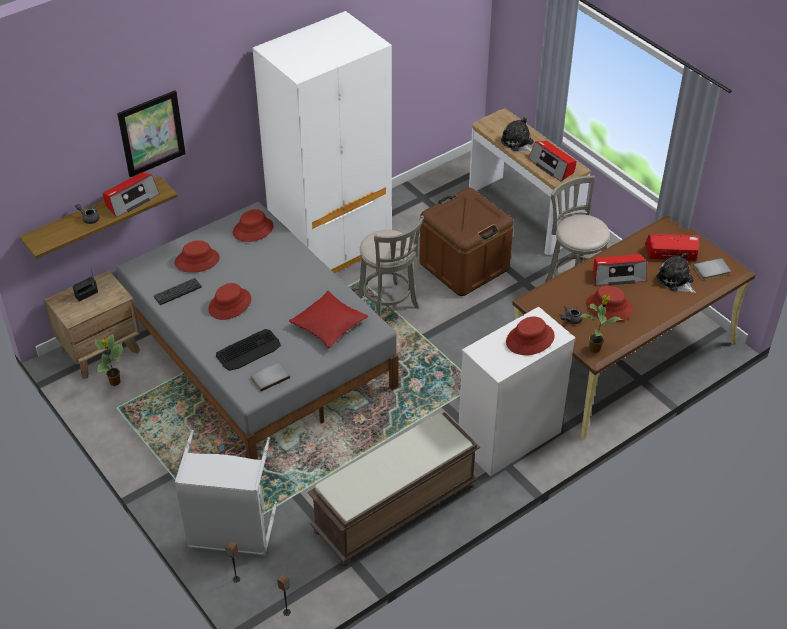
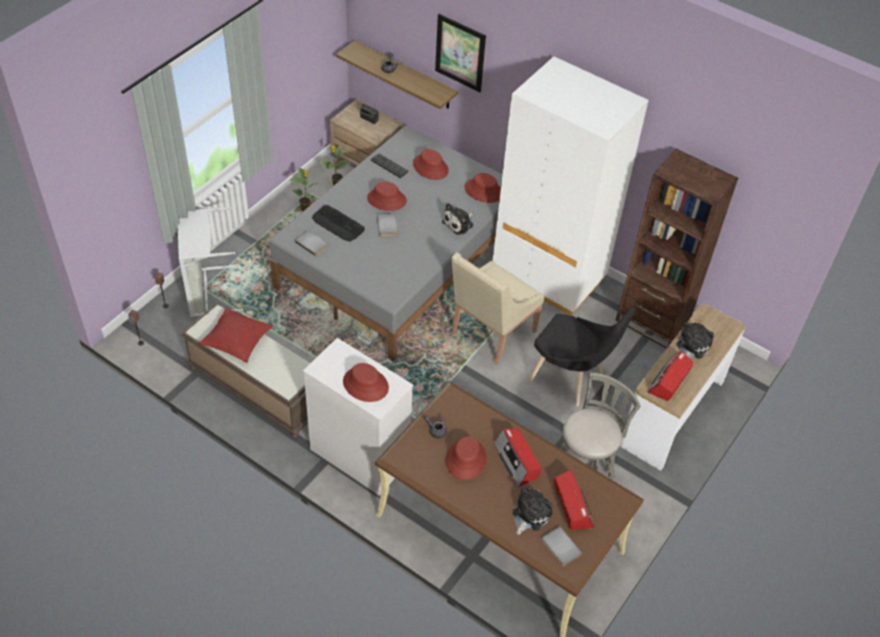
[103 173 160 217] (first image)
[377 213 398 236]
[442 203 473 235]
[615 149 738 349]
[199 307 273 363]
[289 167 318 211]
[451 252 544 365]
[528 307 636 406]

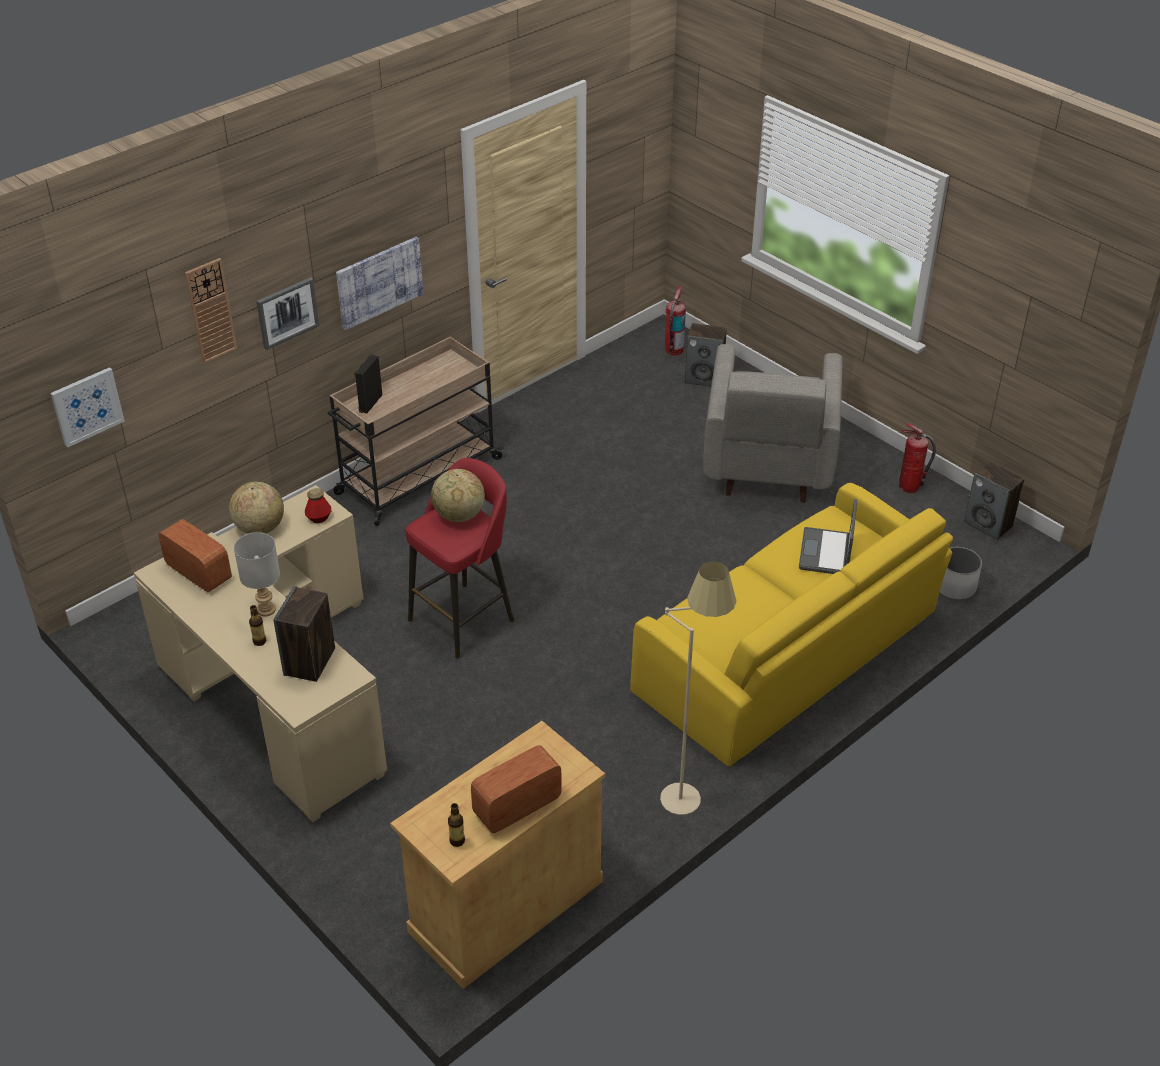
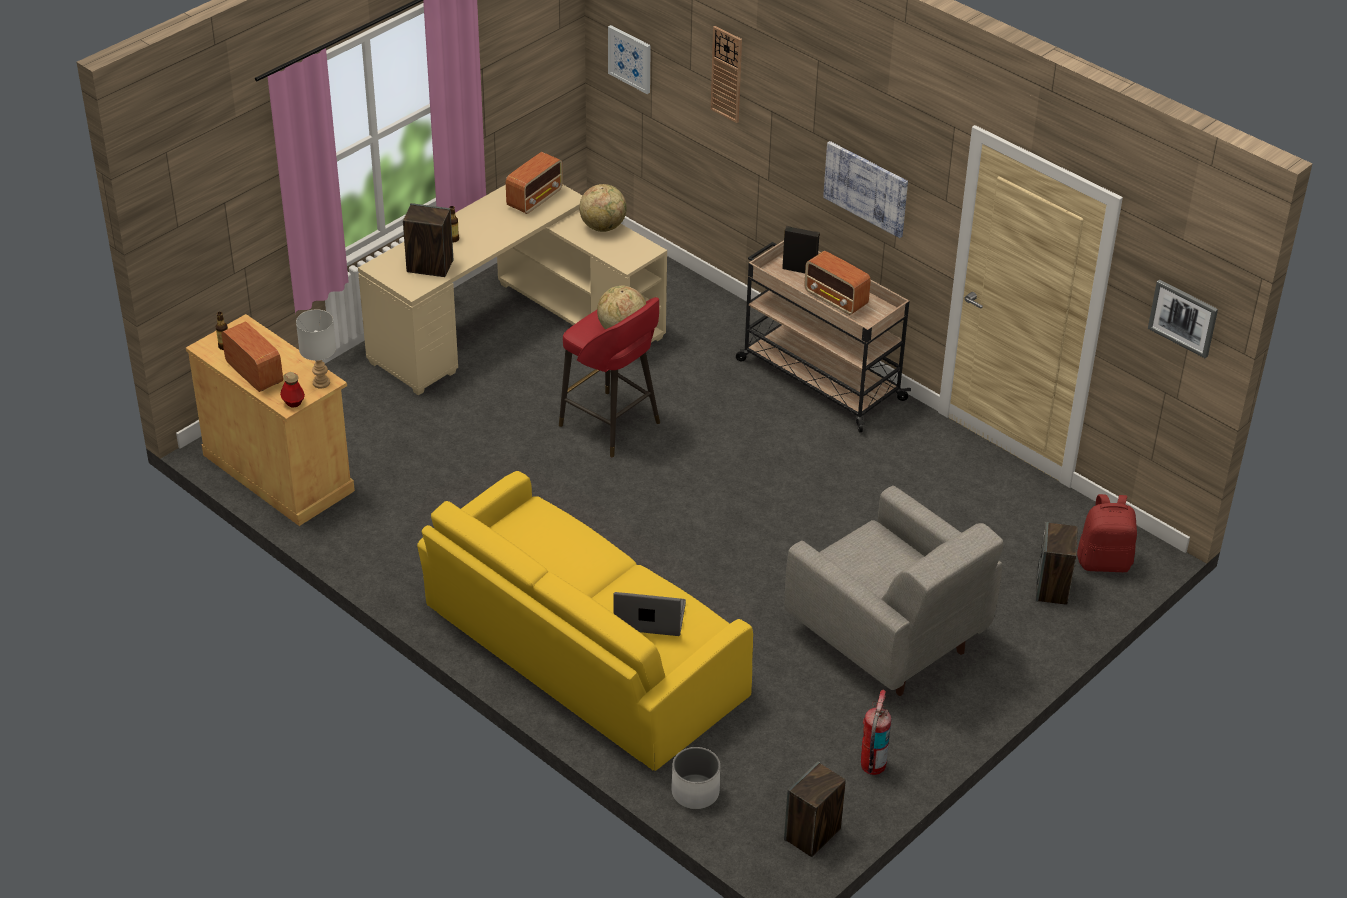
[660 561 737 815] (first image)
[804 251 871 315]
[296 309 336 388]
[1148 280 1218 358]
[280 372 305 408]
[1077 494 1137 572]
[785 486 1004 696]

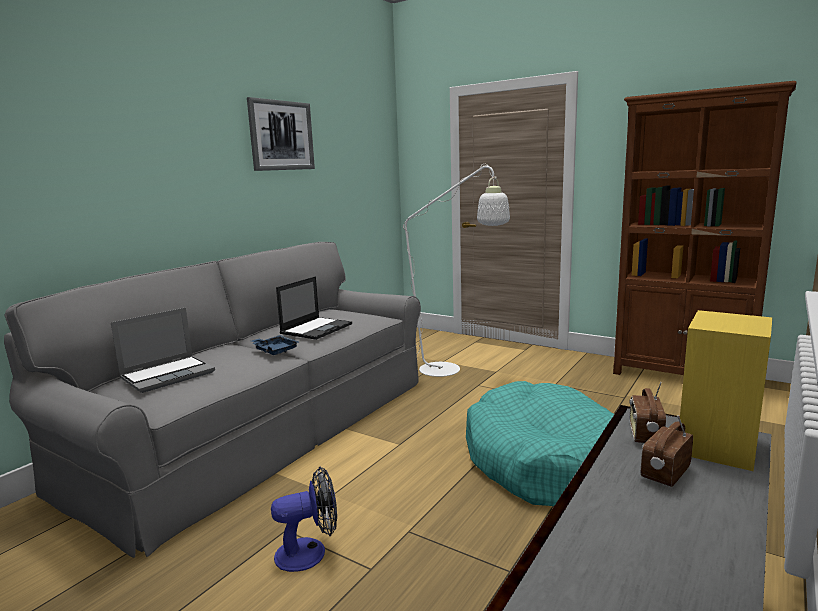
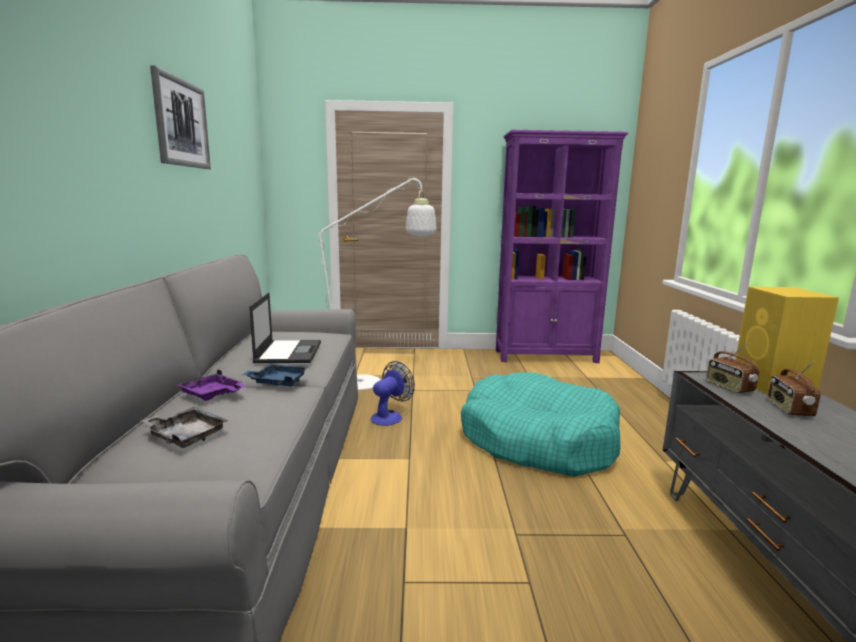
[176 369 247 401]
[370 361 415 426]
[141 407 228 448]
[496 130 628 363]

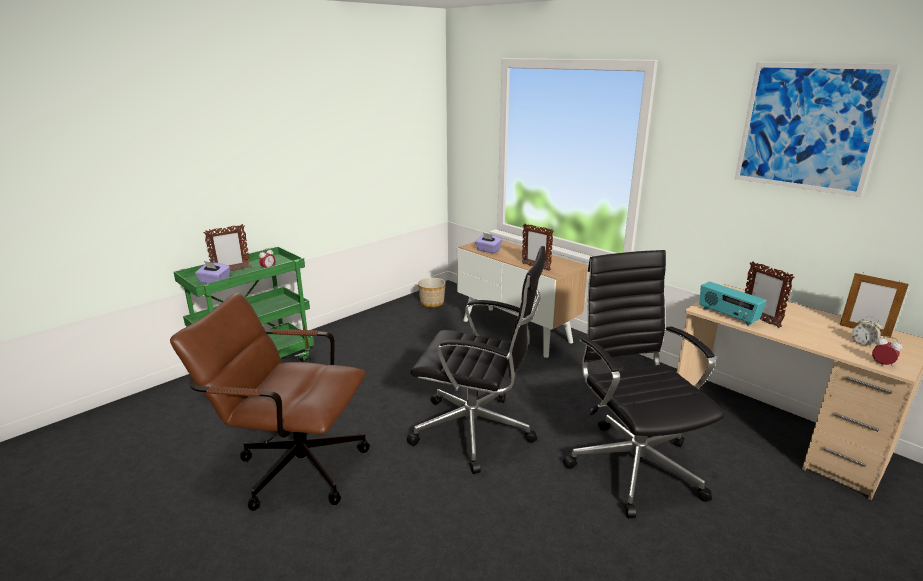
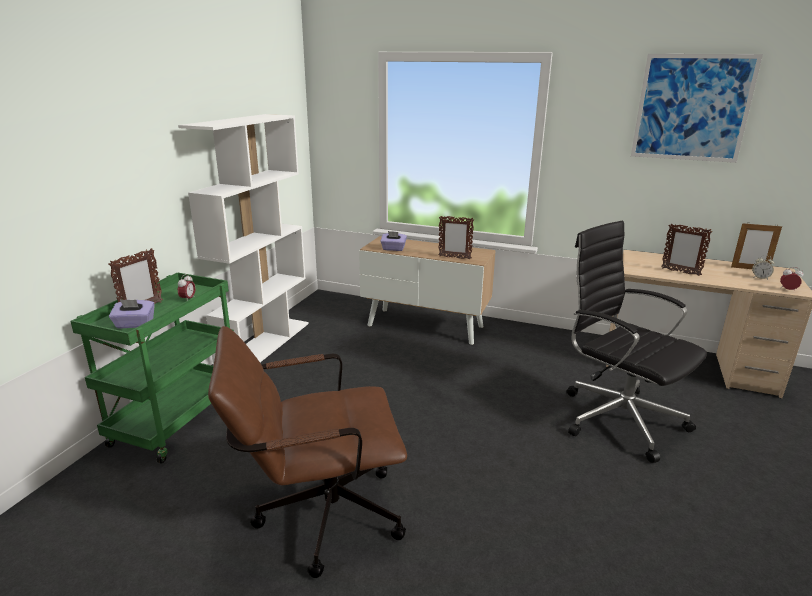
[407 246 546 474] (first image)
[418 278 446 308] (first image)
[700 282 767 326] (first image)
[178 114 308 366]

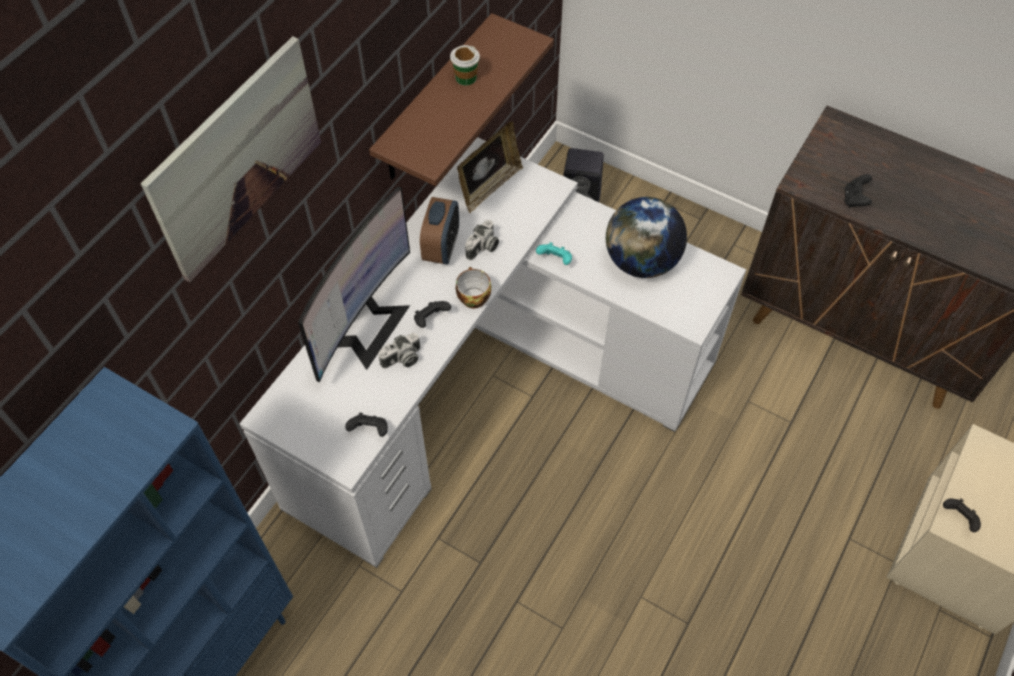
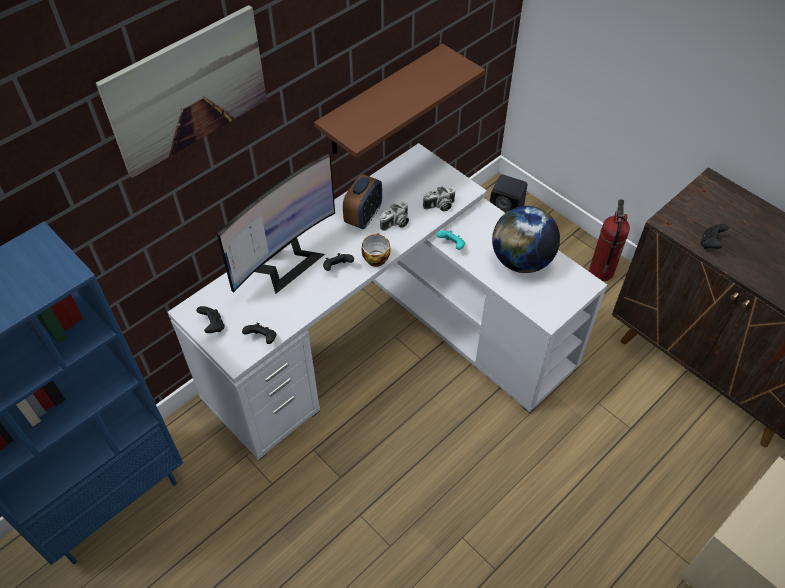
[450 45 480 86] (first image)
[457 121 523 213] (first image)
[589 199 630 281]
[423 186 455 211]
[196 306 224 333]

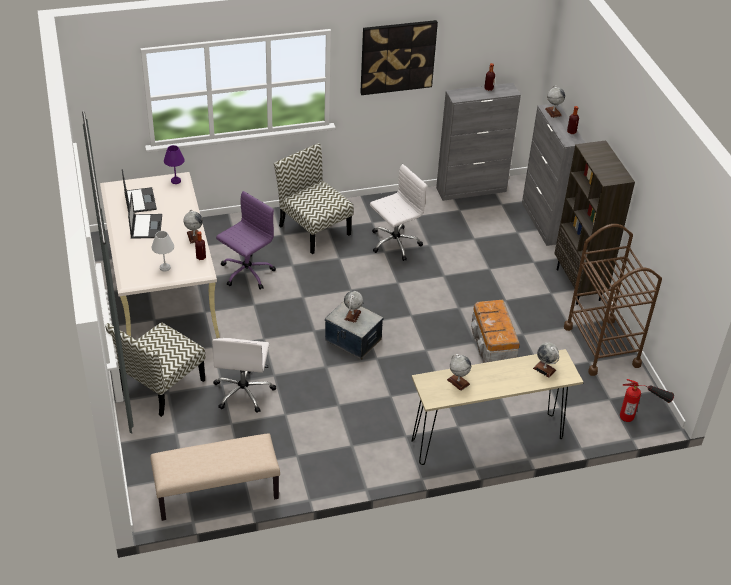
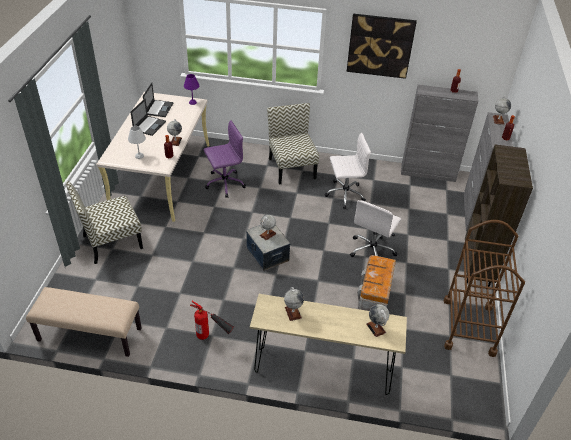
[350 200 401 257]
[190 301 234 340]

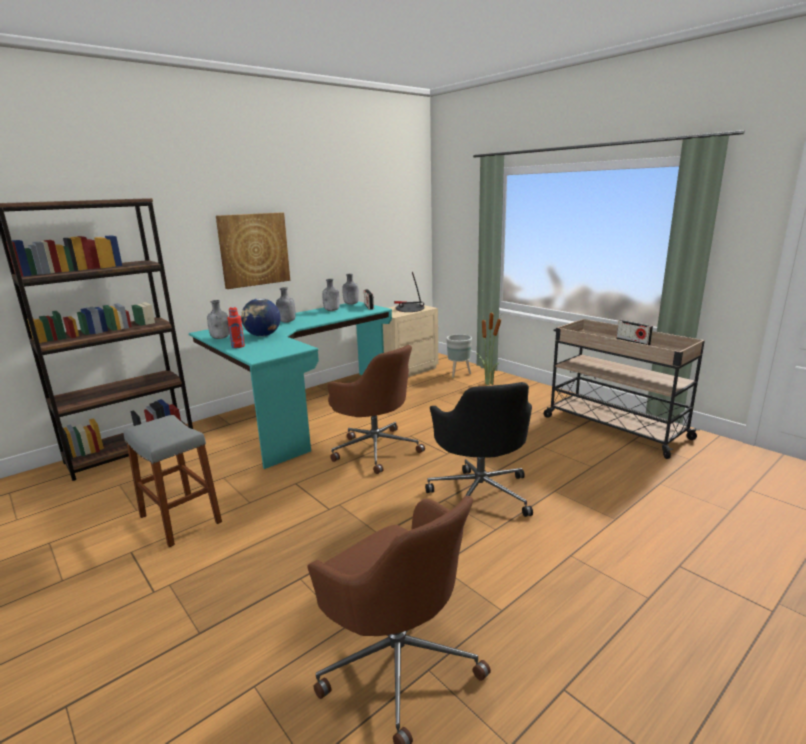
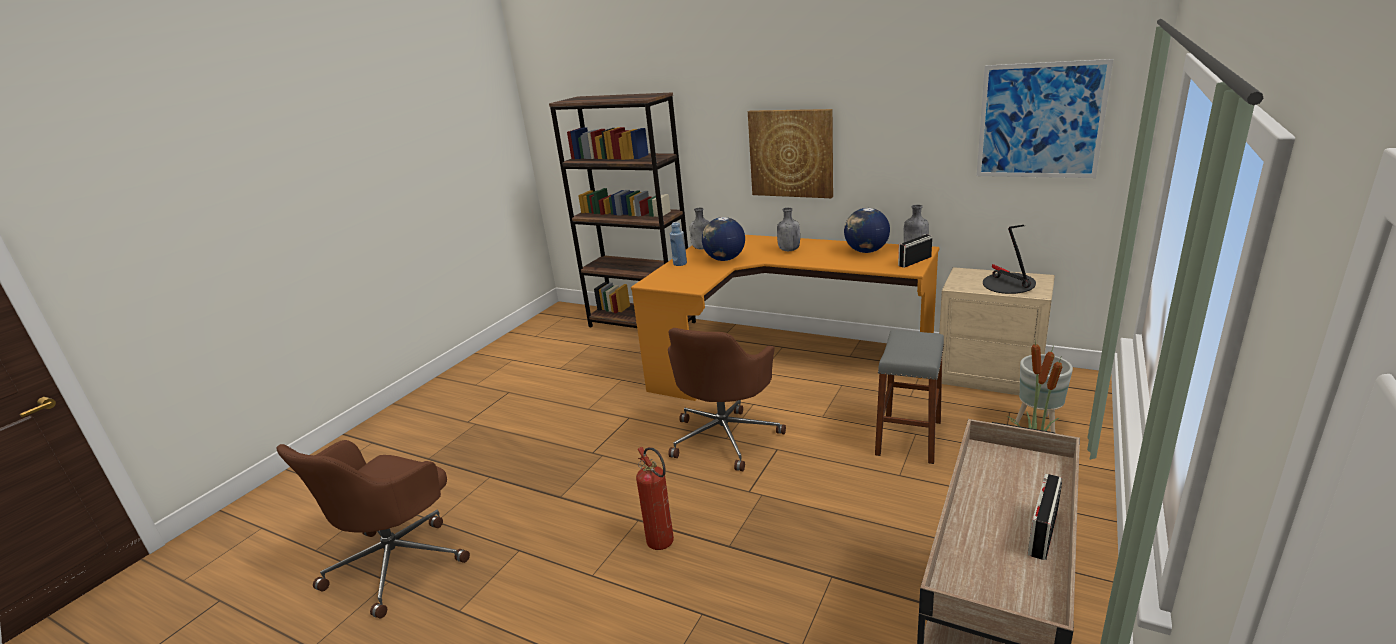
[977 59 1113 178]
[875 330 944 464]
[844 208 890 253]
[636 447 674 550]
[631 235 940 401]
[670 222 687 266]

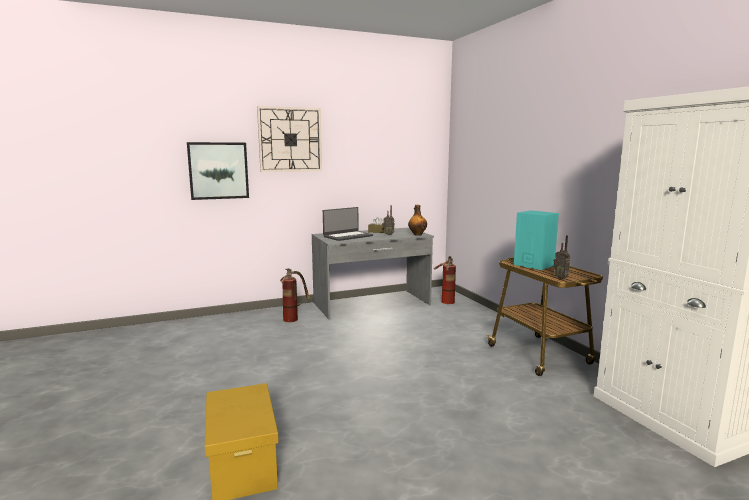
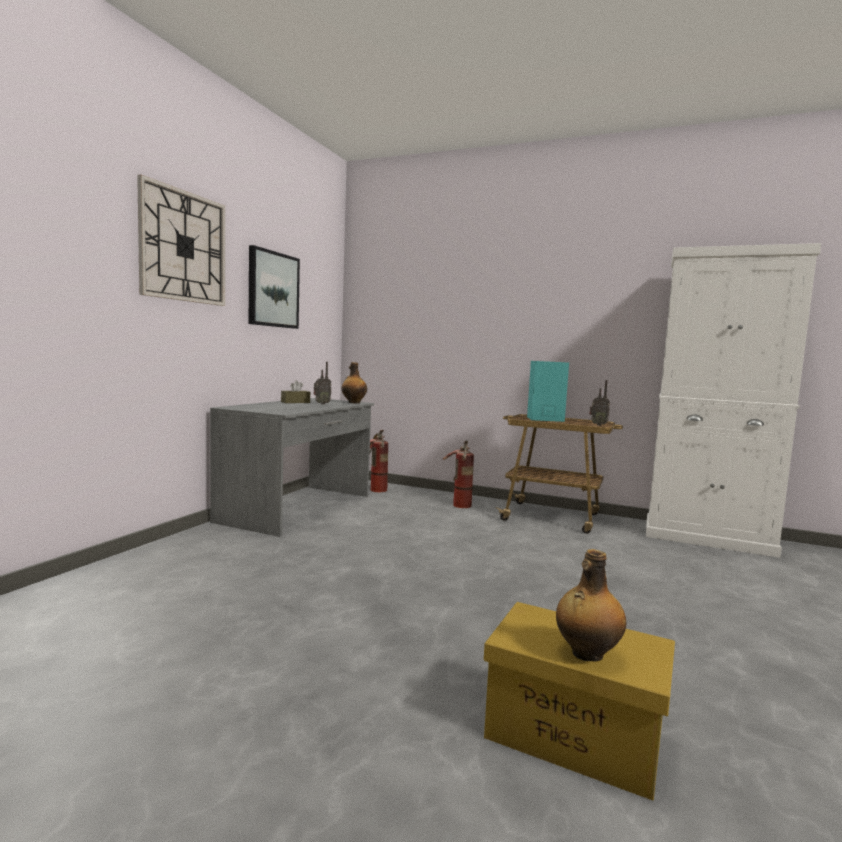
[323 207 373 241] (first image)
[556 549 626 662]
[249 245 300 329]
[443 440 474 508]

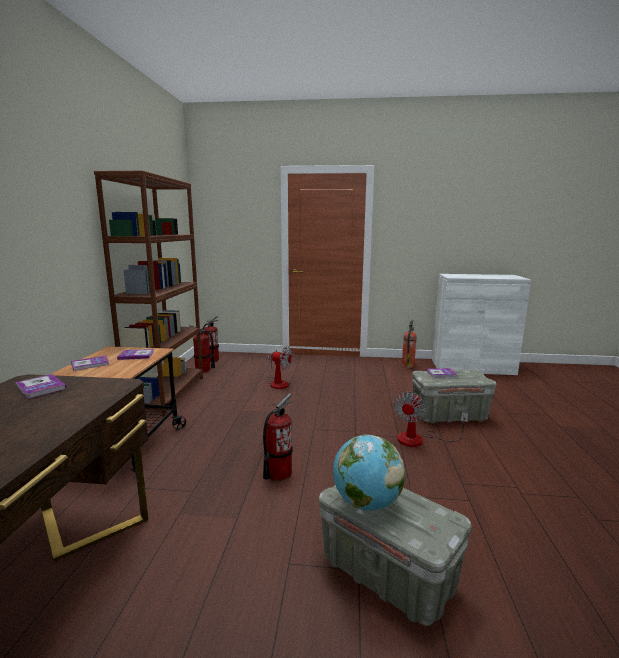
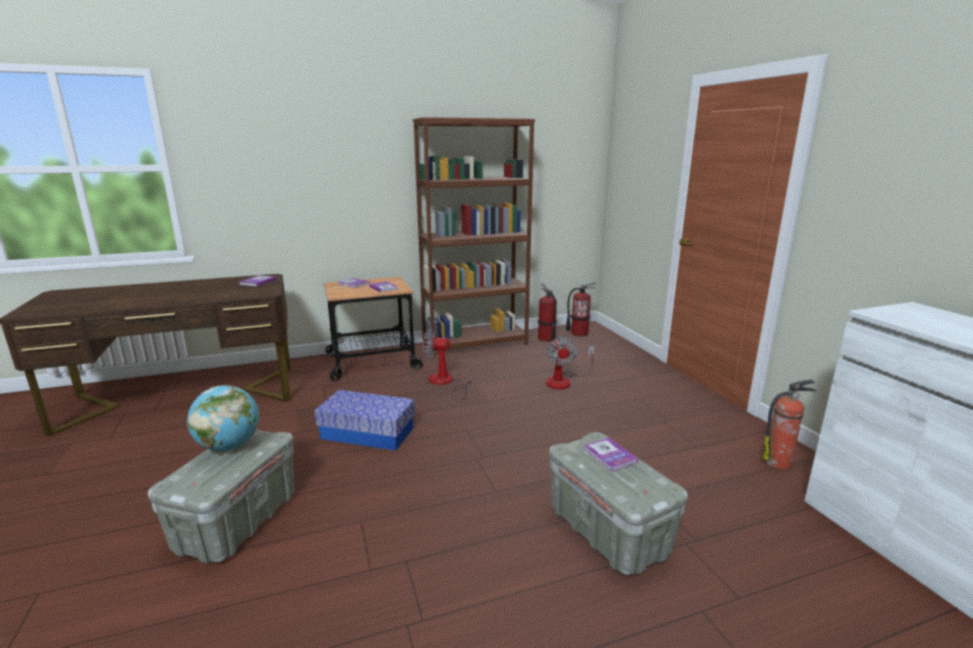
[423 329 472 399]
[315 390 415 451]

